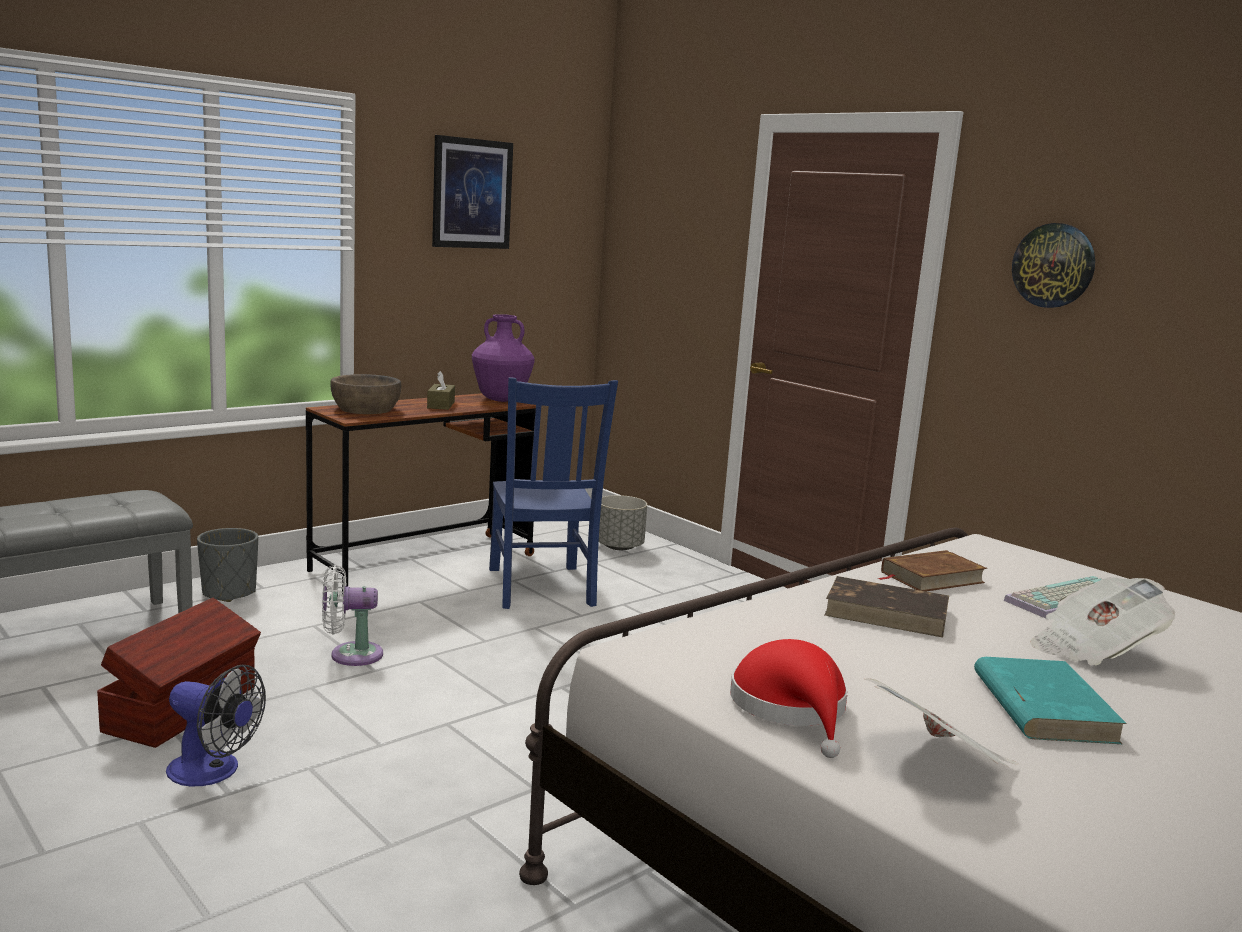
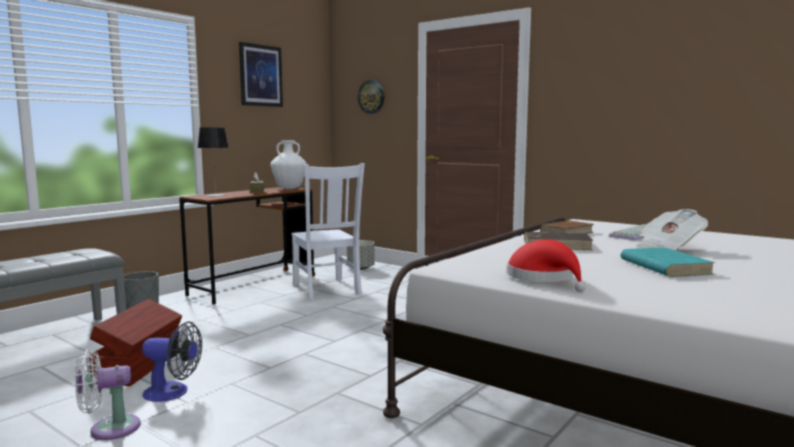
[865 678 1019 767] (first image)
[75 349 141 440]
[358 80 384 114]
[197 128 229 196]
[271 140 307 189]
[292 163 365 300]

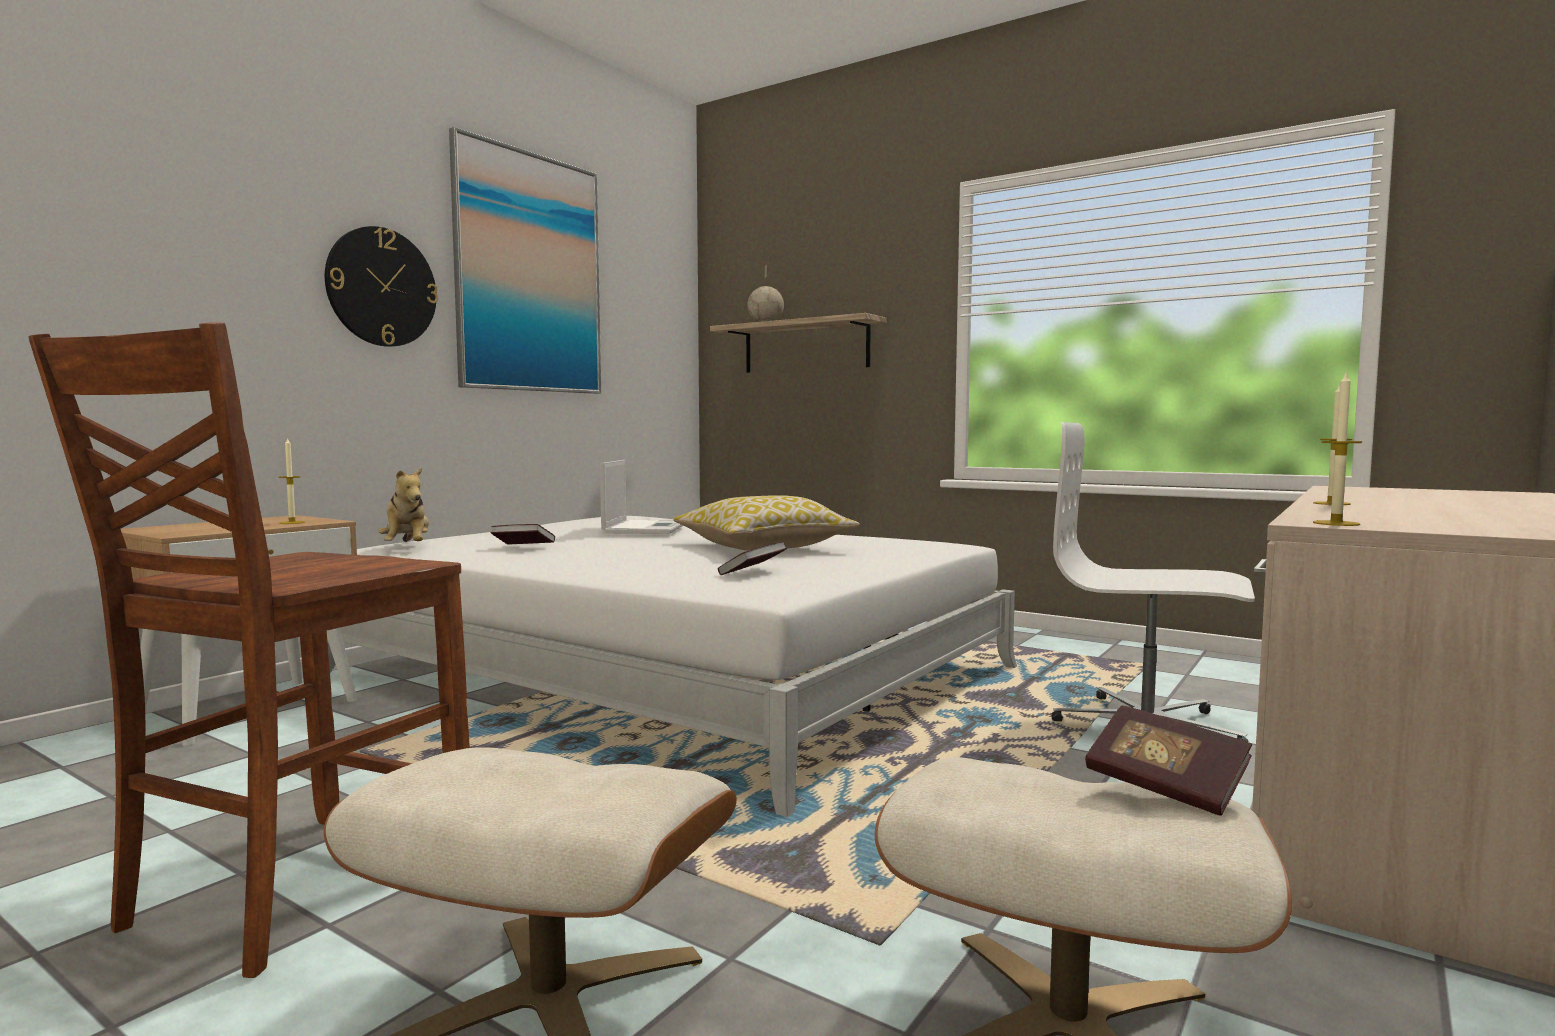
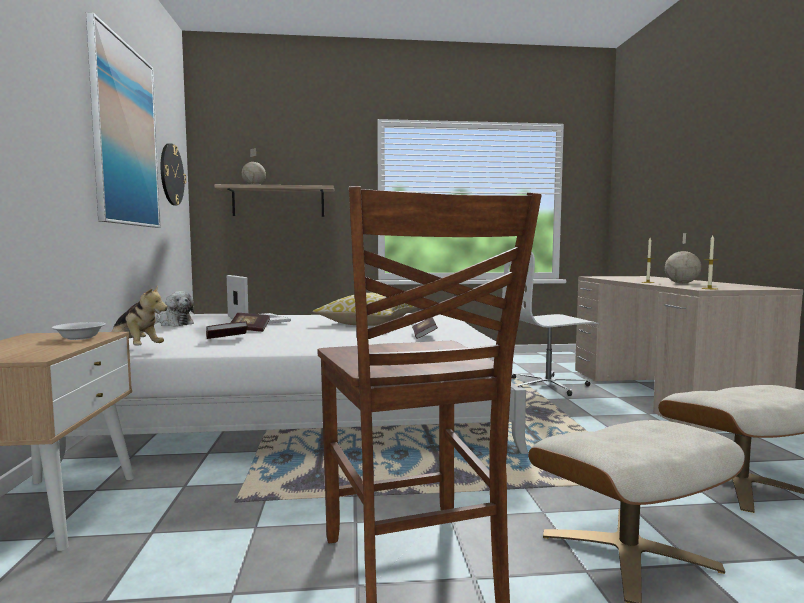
[156 291 194 326]
[665 233 701 284]
[161 143 186 205]
[230 313 270 332]
[52 322 106 340]

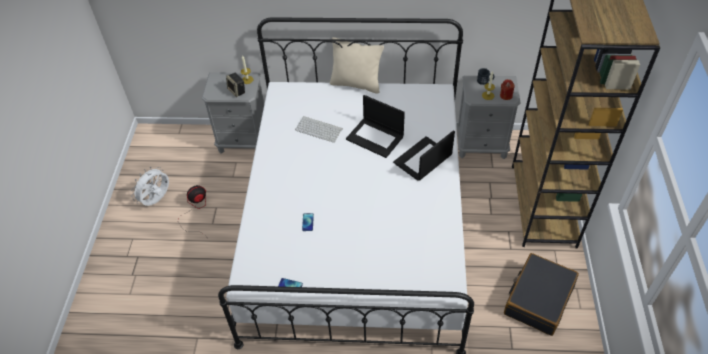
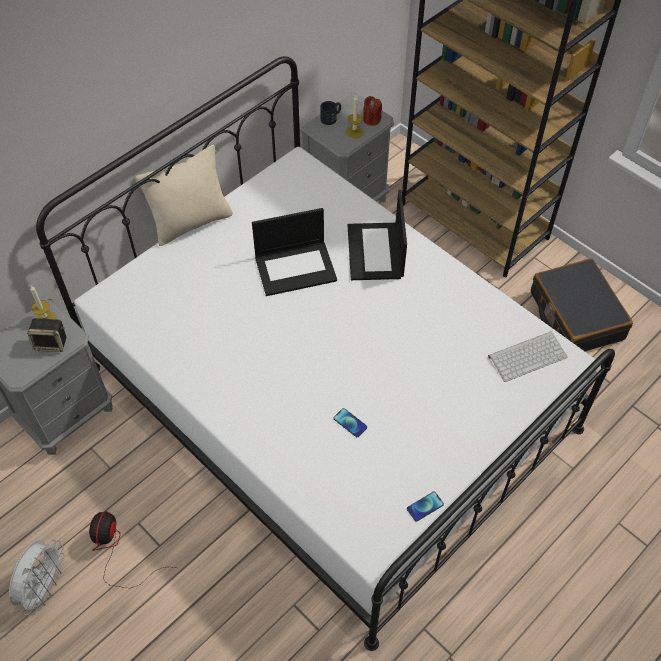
[488 331 567 382]
[9 539 64 615]

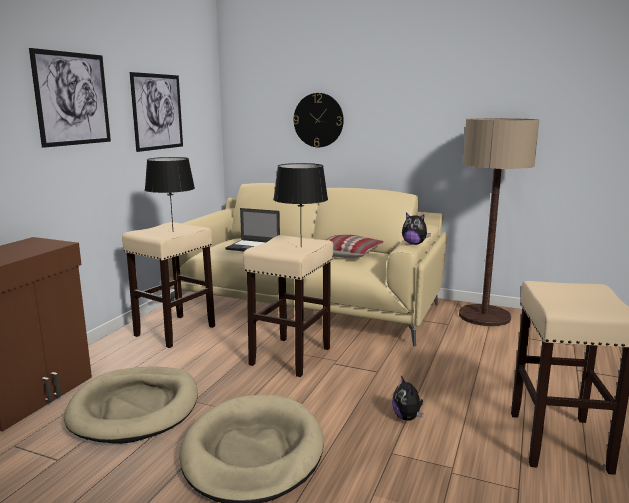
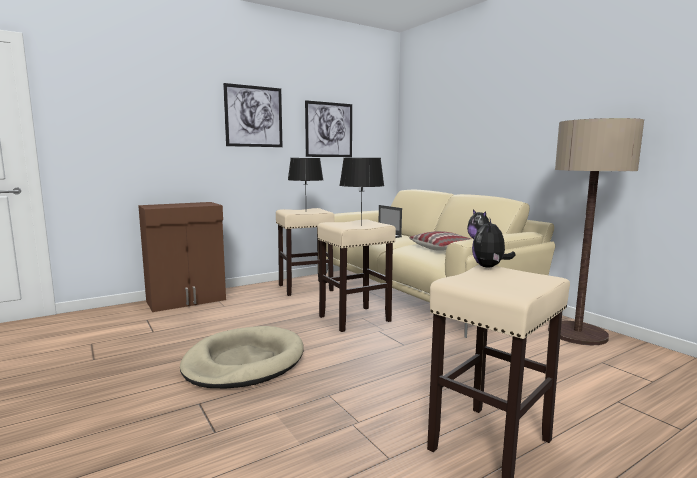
[64 366 198 444] (first image)
[293 93 344 147] (first image)
[472 219 515 267]

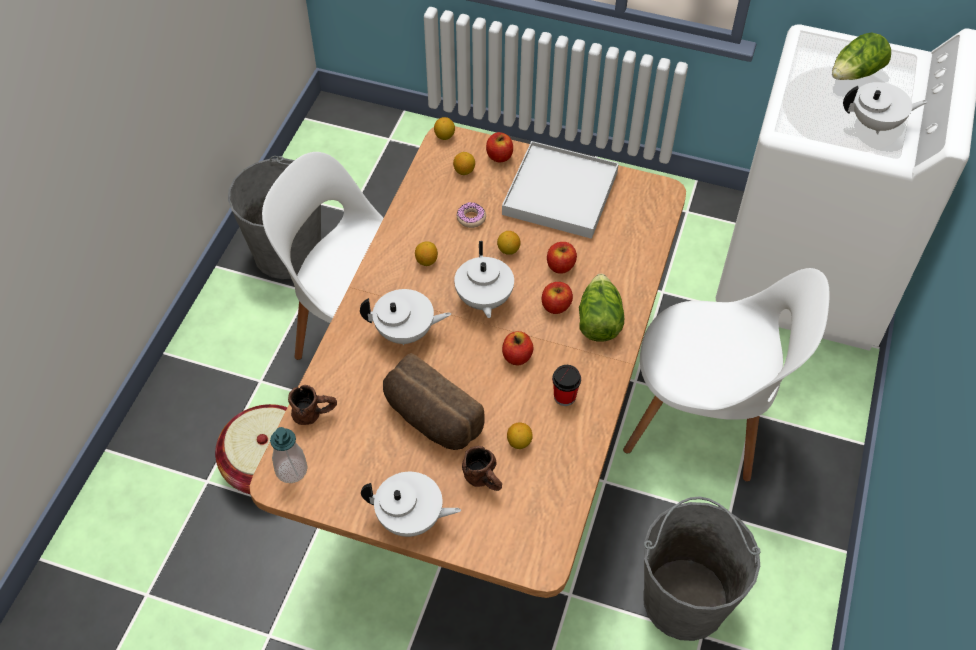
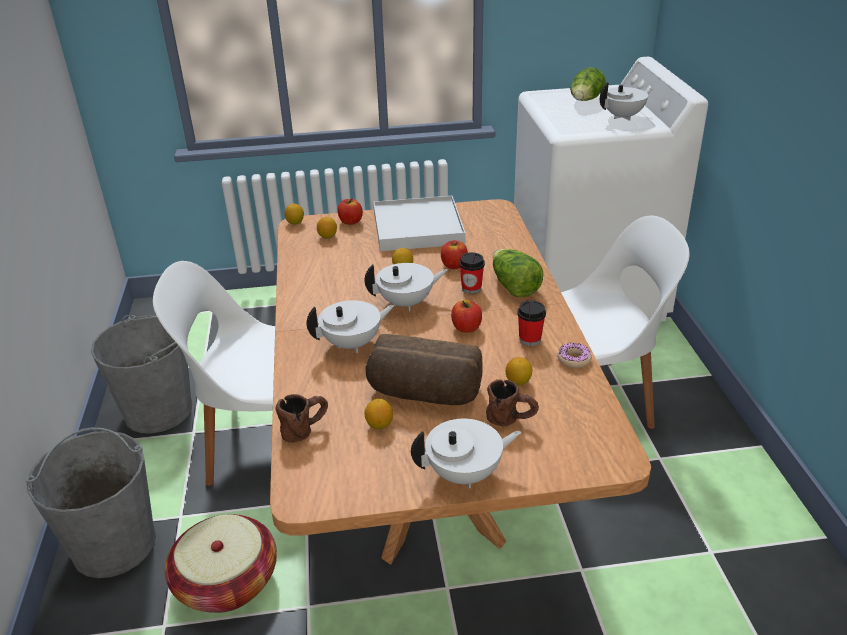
[270 427 308 483] (first image)
[364 399 393 430]
[557 343 592 368]
[25 428 156 578]
[459 252 485 294]
[364 263 448 311]

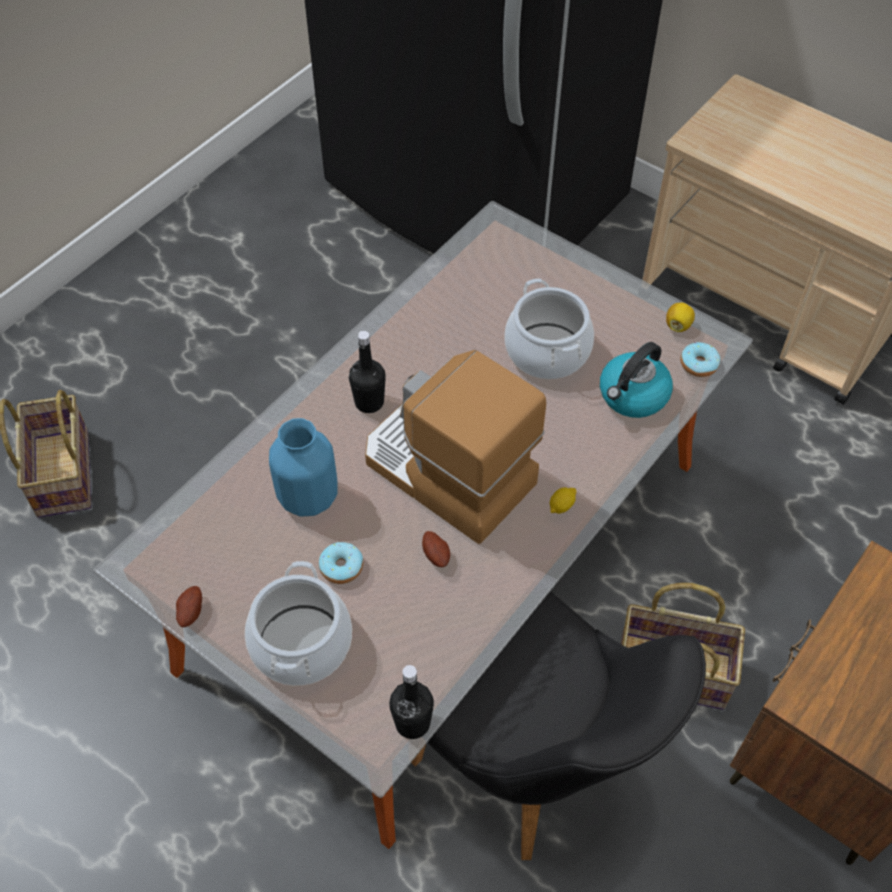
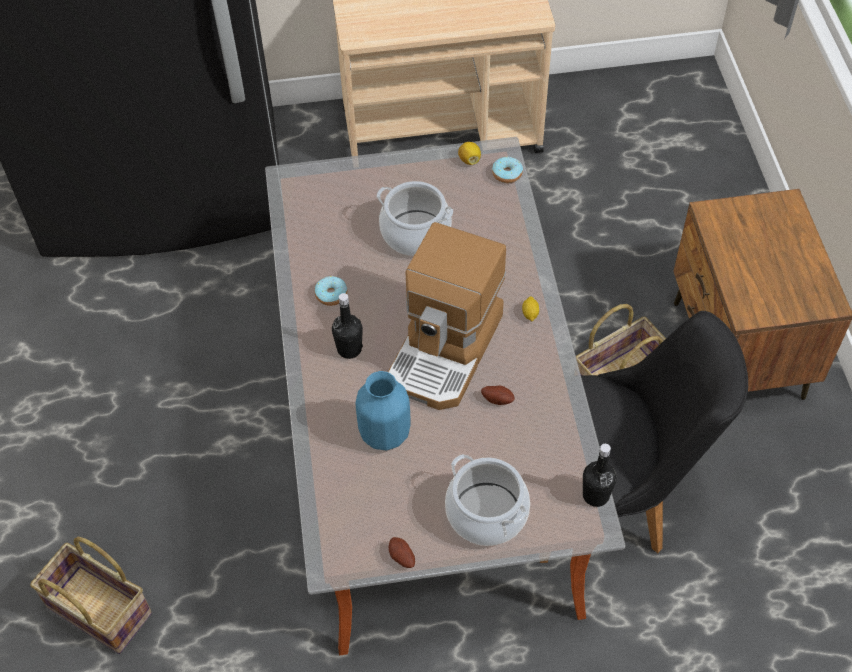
[600 342 673 418] (first image)
[315 276 347 306]
[388 222 506 410]

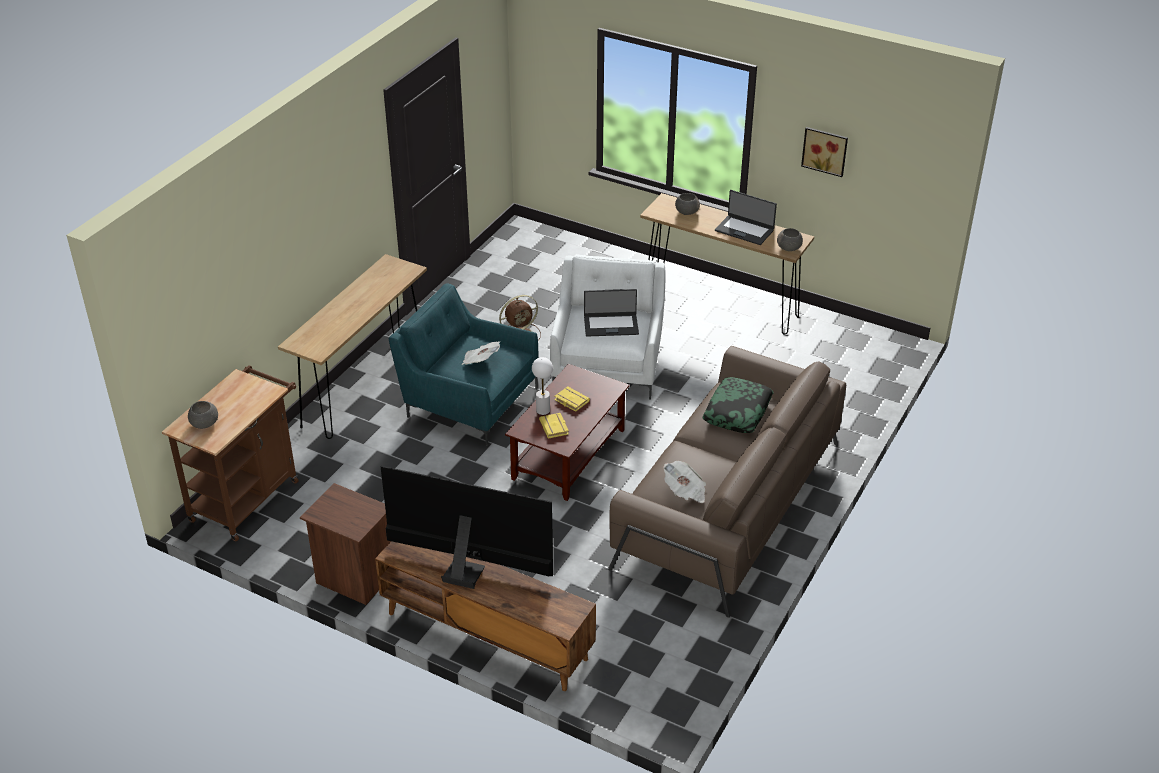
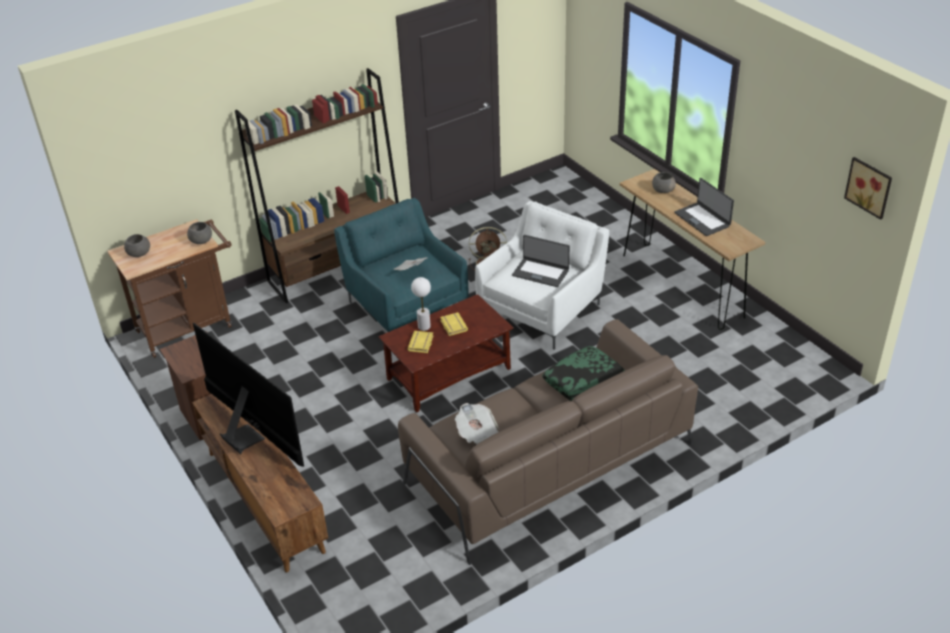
[187 222 212 244]
[844 157 892 220]
[235 68 399 303]

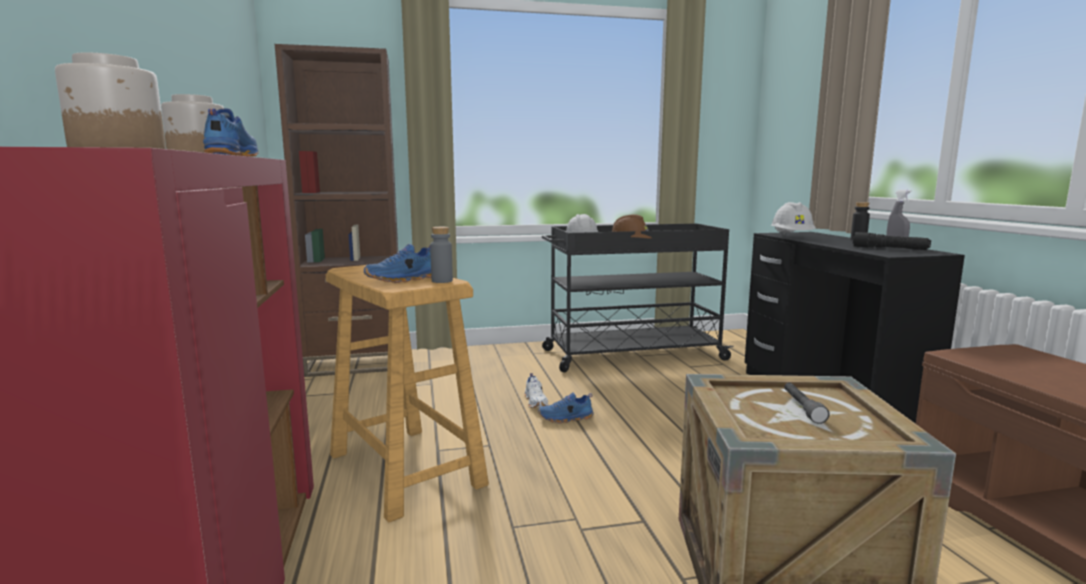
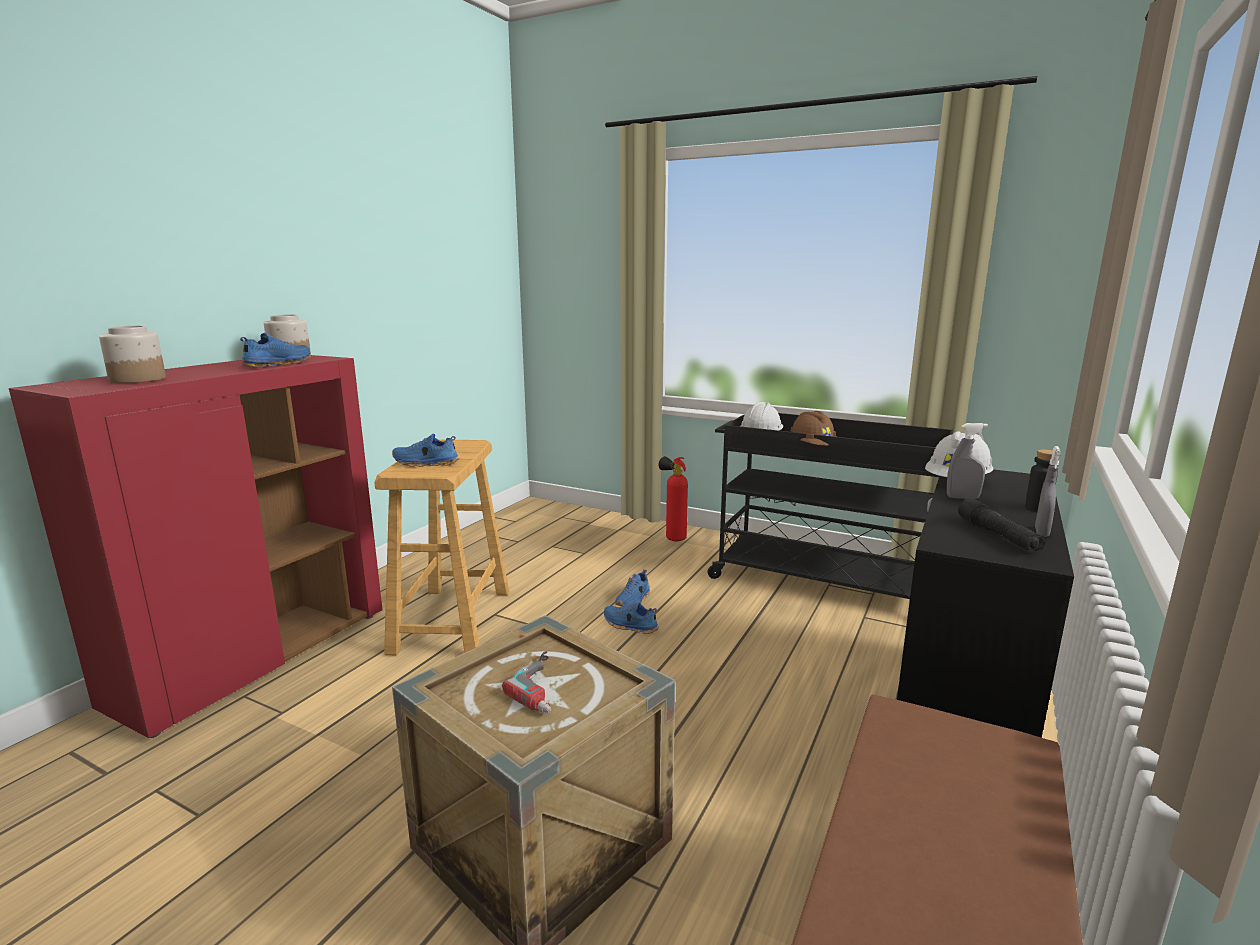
[275 44 398 377] (first image)
[430 227 453 283] (first image)
[658 456 688 541]
[947 423 988 499]
[502 651 551 713]
[615 569 650 606]

